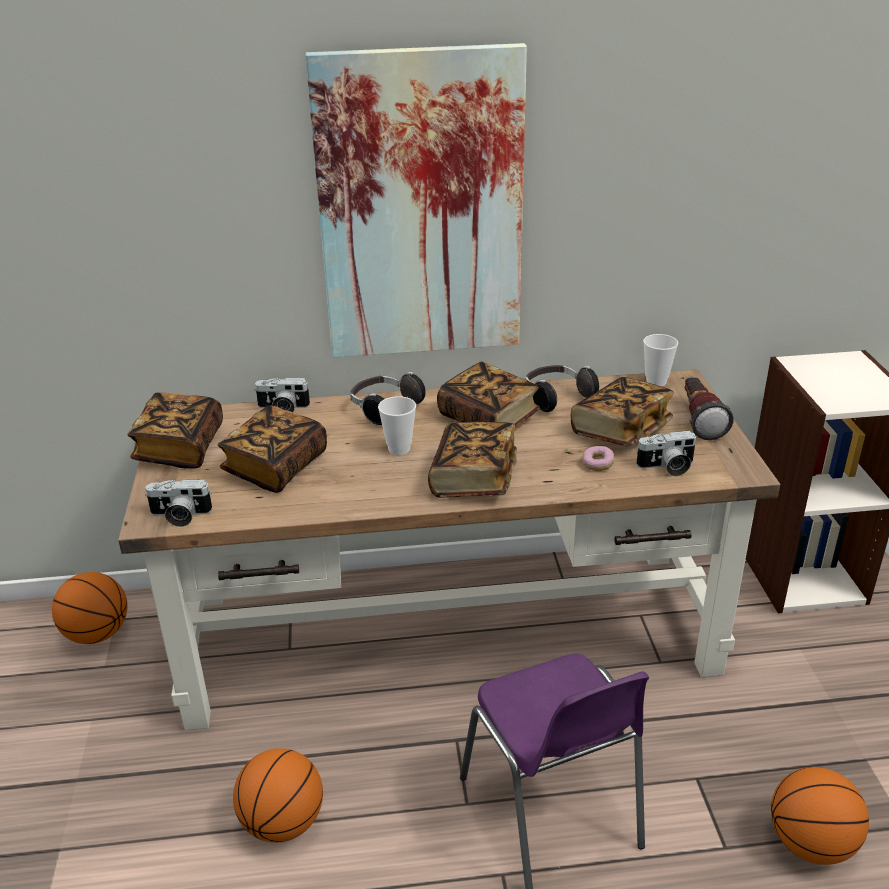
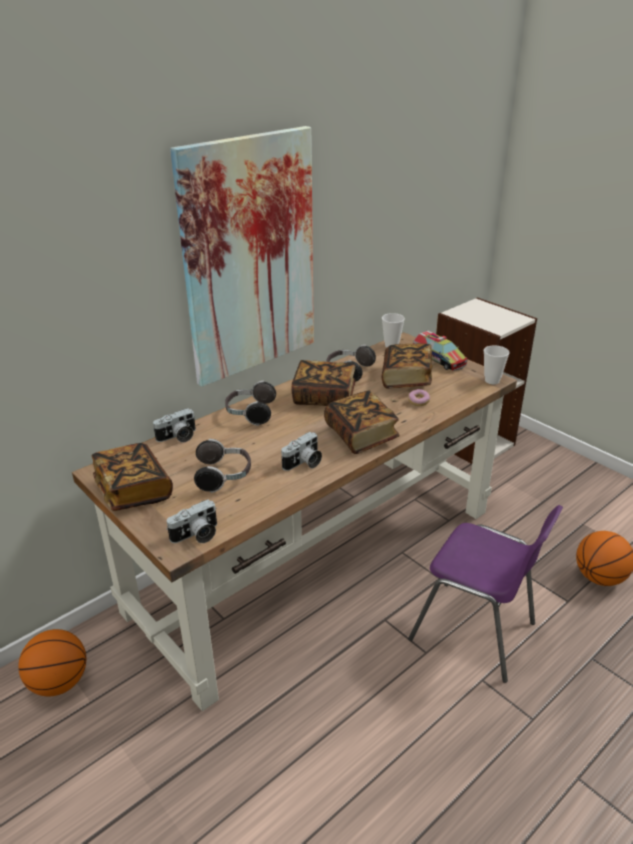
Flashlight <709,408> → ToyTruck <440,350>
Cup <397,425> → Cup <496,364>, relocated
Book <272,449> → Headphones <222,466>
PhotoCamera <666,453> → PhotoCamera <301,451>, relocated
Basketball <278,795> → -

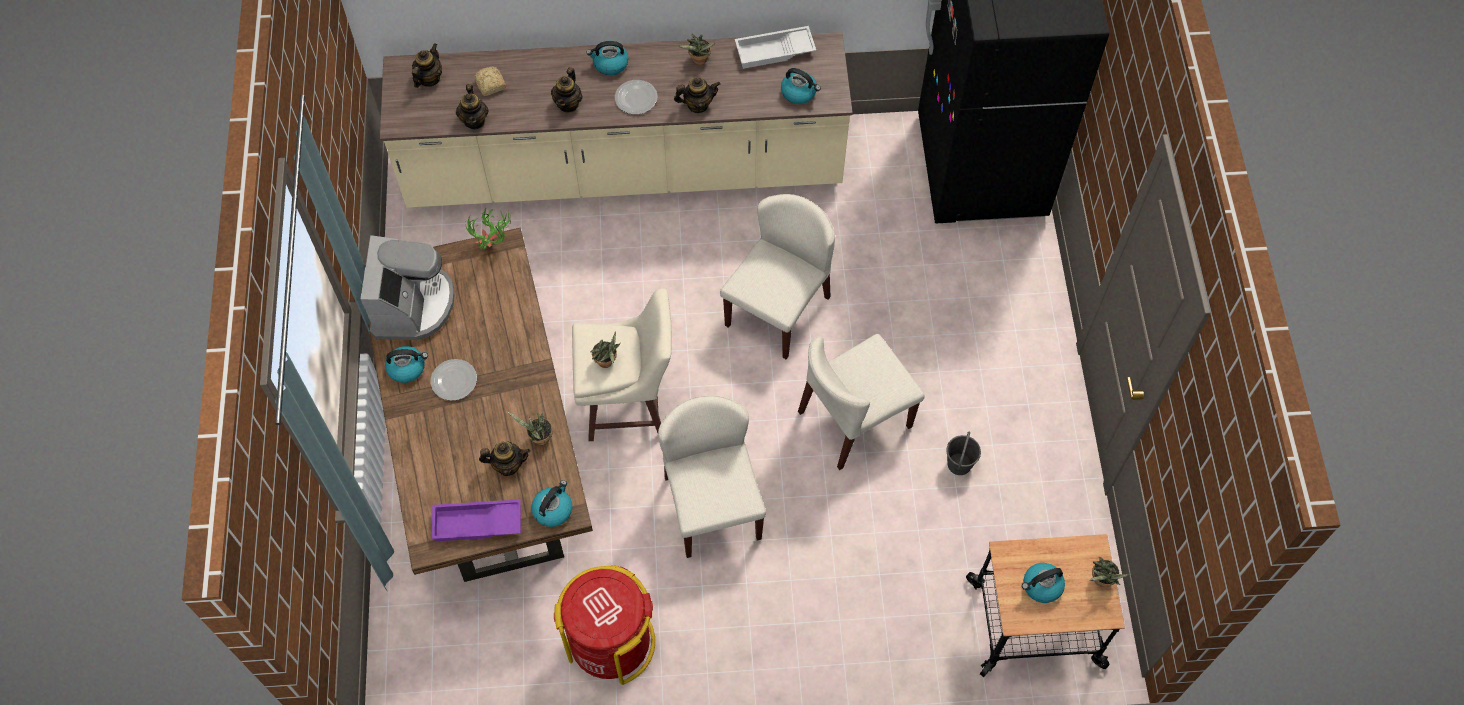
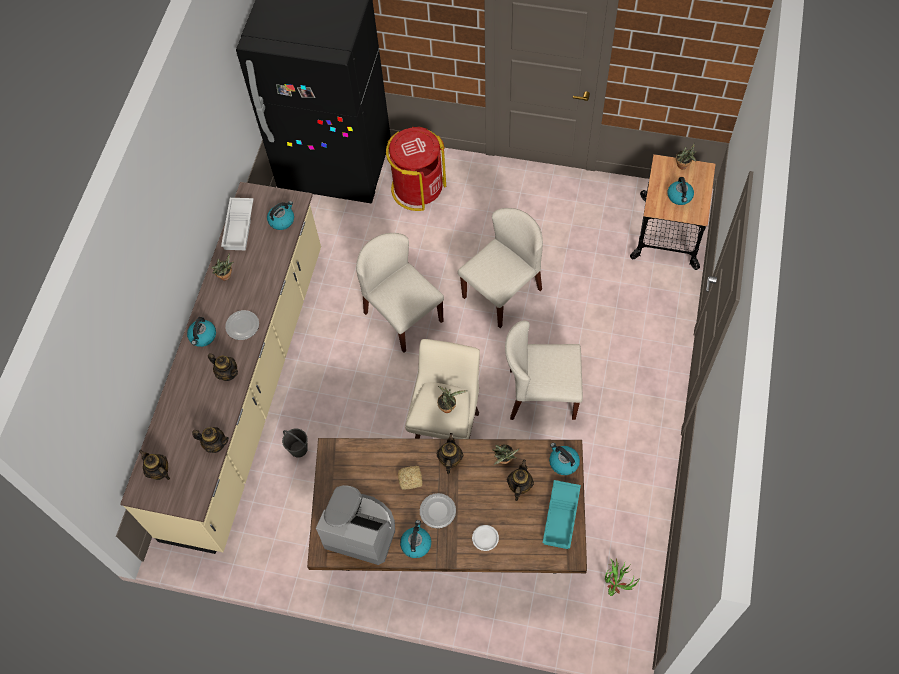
Bread <490,81> → Bread <410,478>, relocated
Teapot <697,95> → Teapot <450,453>, relocated
PottedPlant <488,229> → PottedPlant <622,577>, relocated
BeigeChair <861,402> → BeigeChair <500,268>, 120 degrees counterclockwise
GreyBucket <963,453> → GreyBucket <295,443>, relocated
PurpleTray <476,520> → TurquoiseTray <562,514>
RedTrashCan <604,625> → RedTrashCan <416,169>, relocated
- → WhitePlate <485,538>

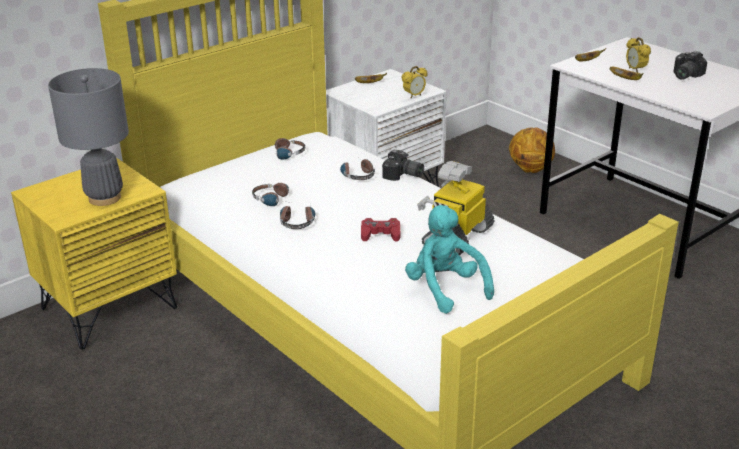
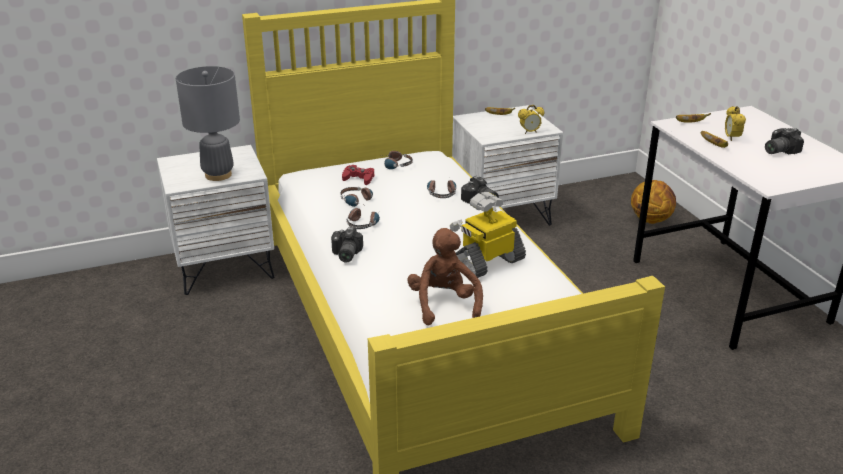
YellowNightstand <94,253> → WhiteNightstand <215,220>
TurquoisePlushToy <449,259> → BrownPlushToy <445,276>
RedGameController <380,230> → RedGameController <358,175>, relocated
- → PhotoCamera <347,245>

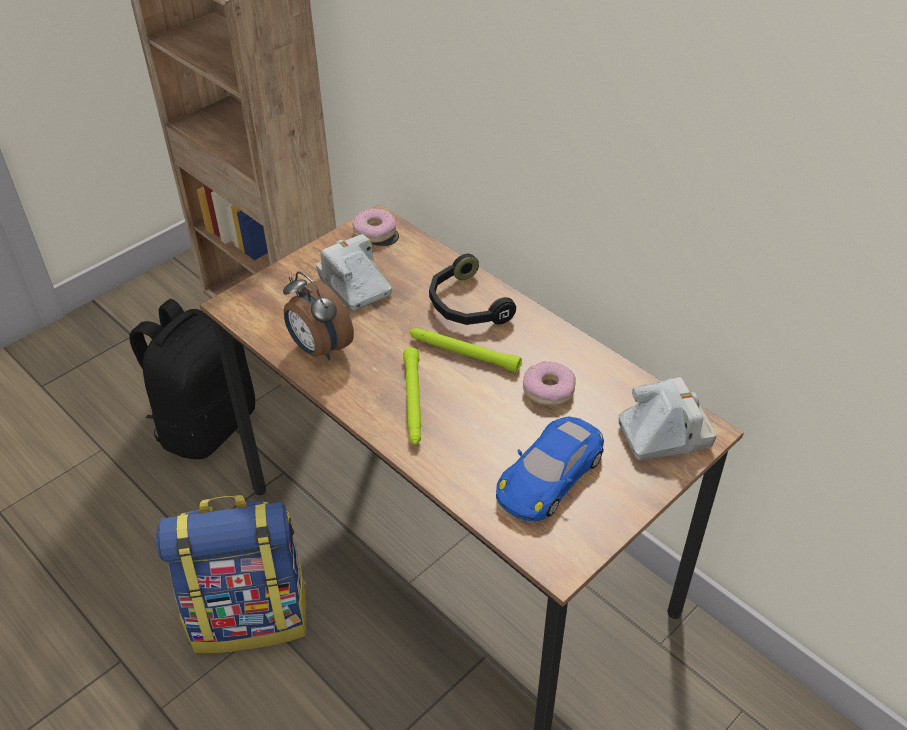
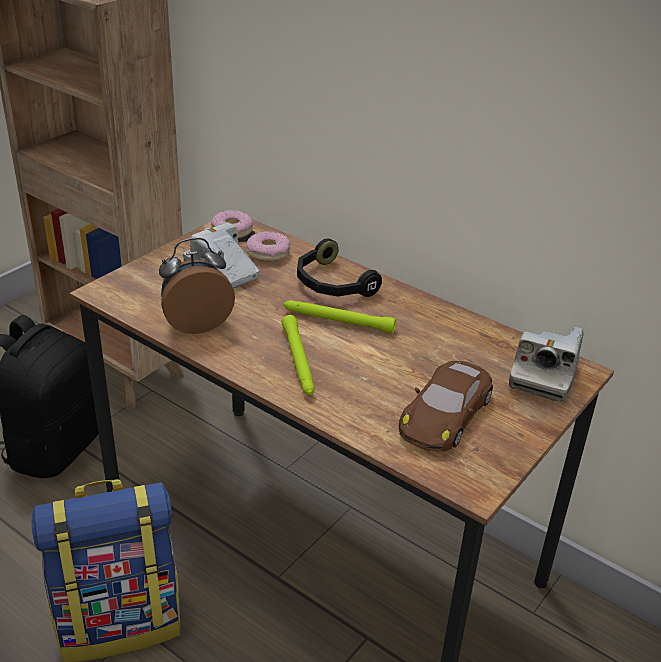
AlarmClock <318,316> → AlarmClock <197,286>, 120 degrees clockwise
Donut <549,383> → Donut <268,246>, relocated
PhotoCamera <668,419> → PhotoCamera <546,364>, 135 degrees clockwise
BlueToyCar <550,469> → BrownToyCar <446,406>

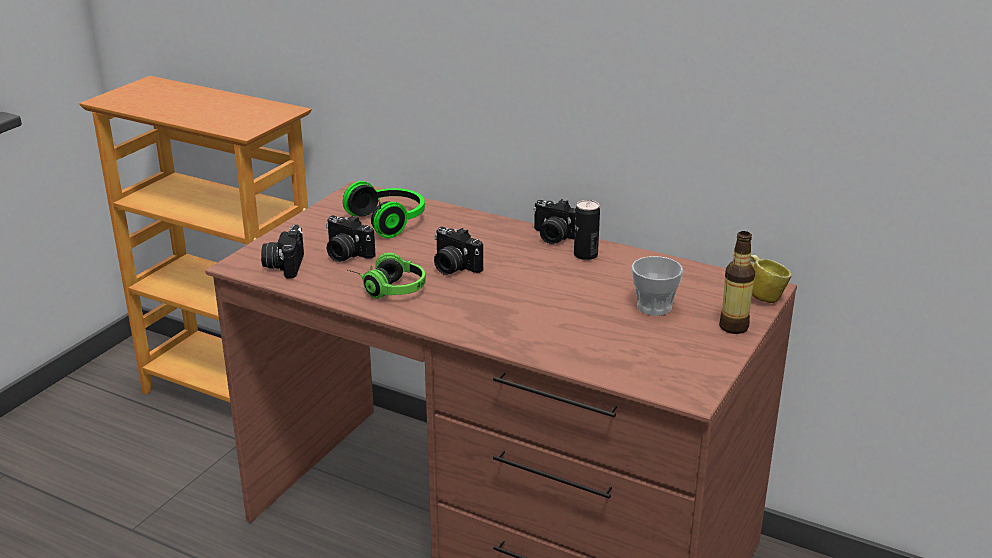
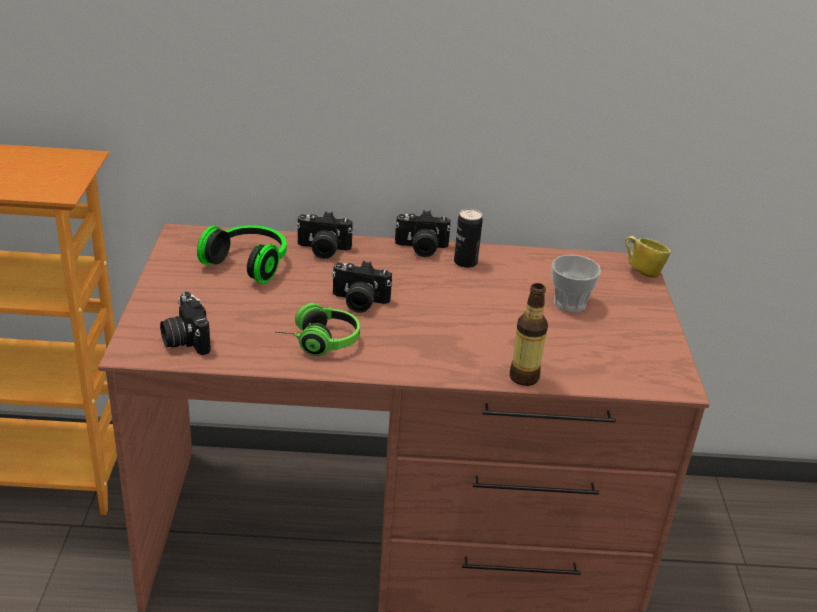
PhotoCamera <350,238> → PhotoCamera <324,235>, relocated
Bottle <737,282> → Bottle <528,334>, relocated

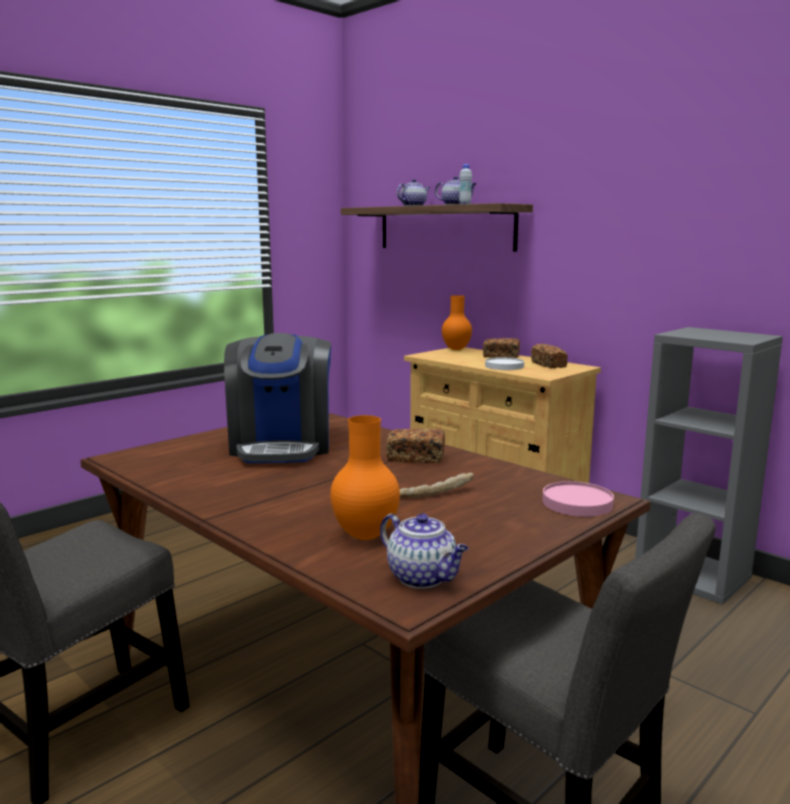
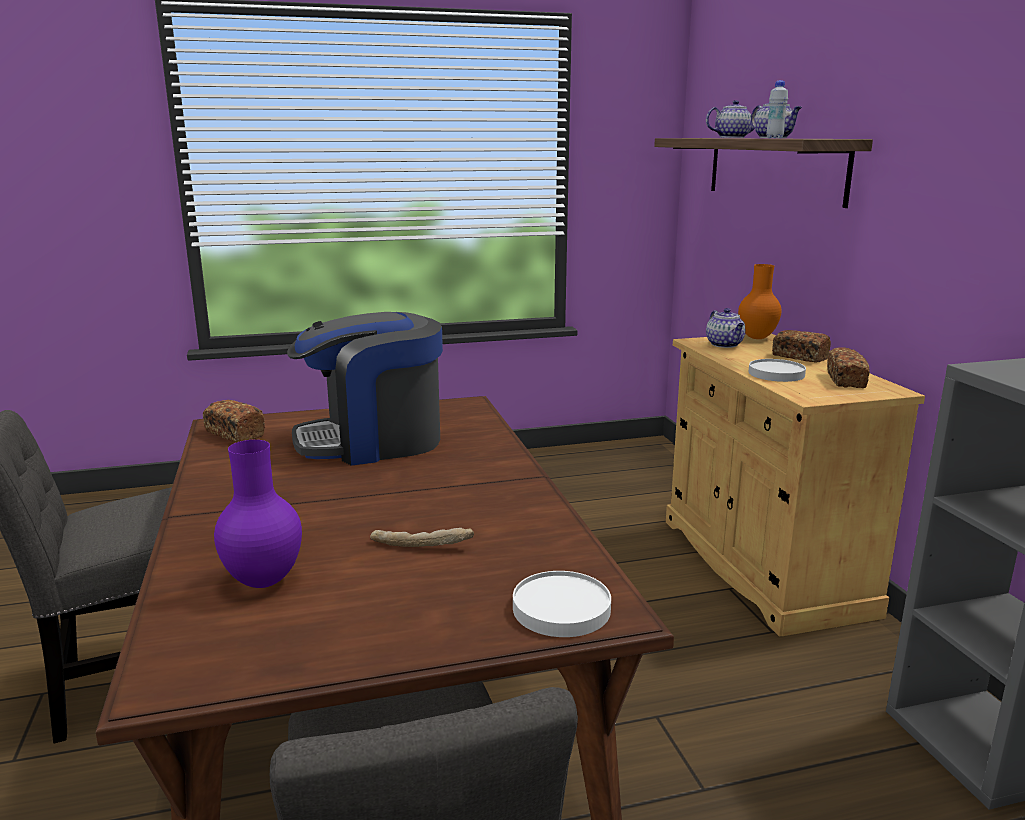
CoffeeMachine <277,398> → CoffeeMachine <365,389>, 45 degrees clockwise
OrangeVase <365,477> → PurpleVase <258,514>
Bread <415,446> → Bread <234,421>, relocated
PinkPlate <578,499> → WhitePlate <562,604>
Teapot <424,550> → Teapot <725,328>, relocated

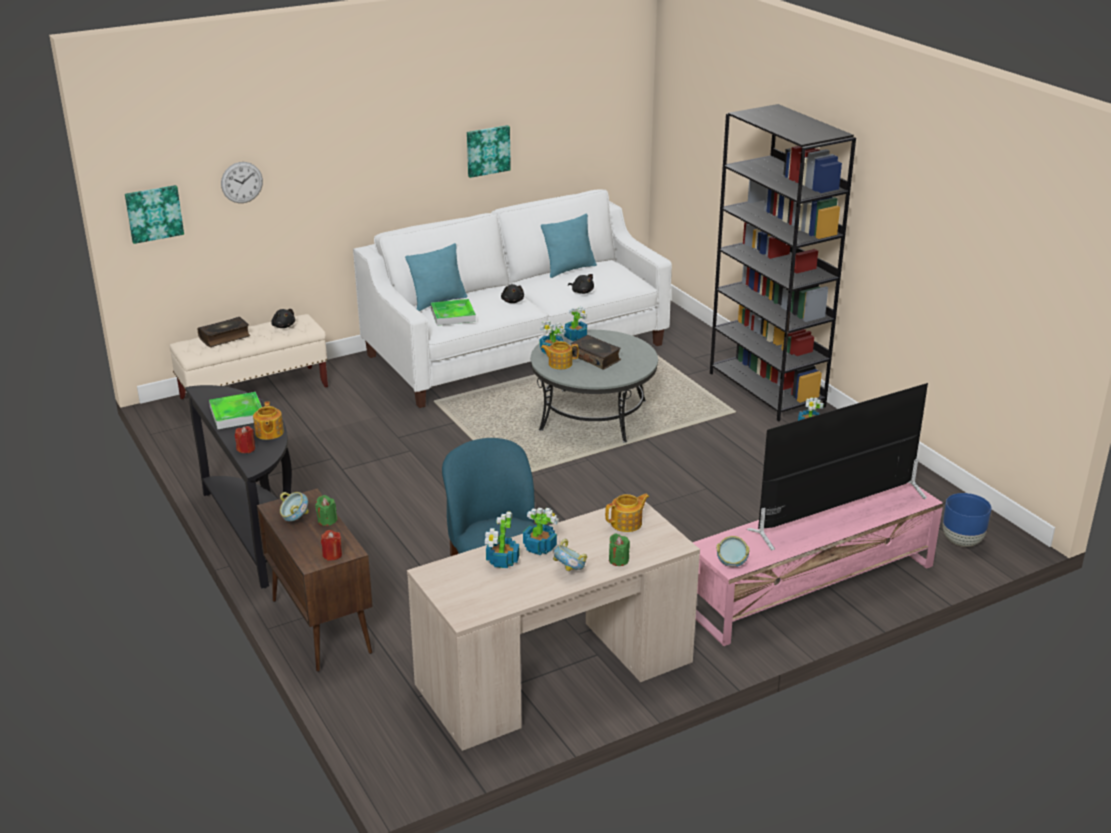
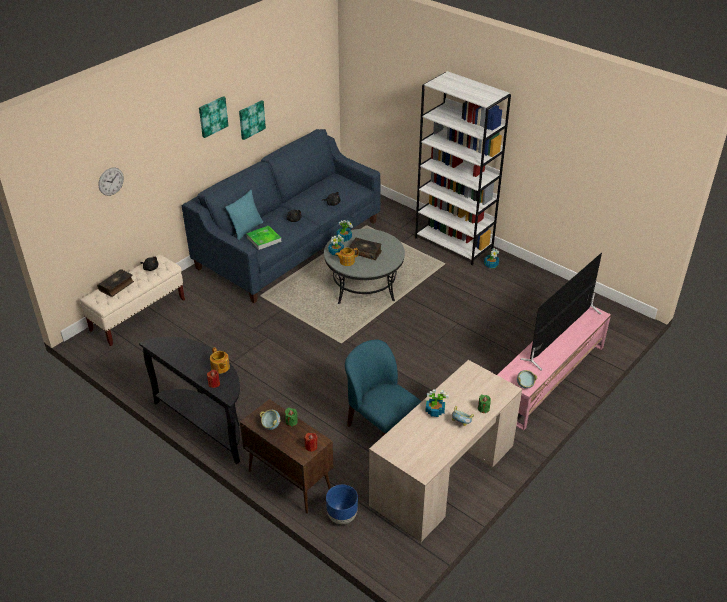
BlackBookcase <783,263> → WhiteBookcase <463,168>
Picture <154,214> → Picture <214,117>, relocated
WhiteSofa <512,298> → BlueSofa <281,216>
TurquoisePillow <569,246> → -
Tray <235,410> → -
BluePlanter <967,520> → BluePlanter <342,504>, relocated
Teapot <627,513> → -
PottedPlant <502,539> → -

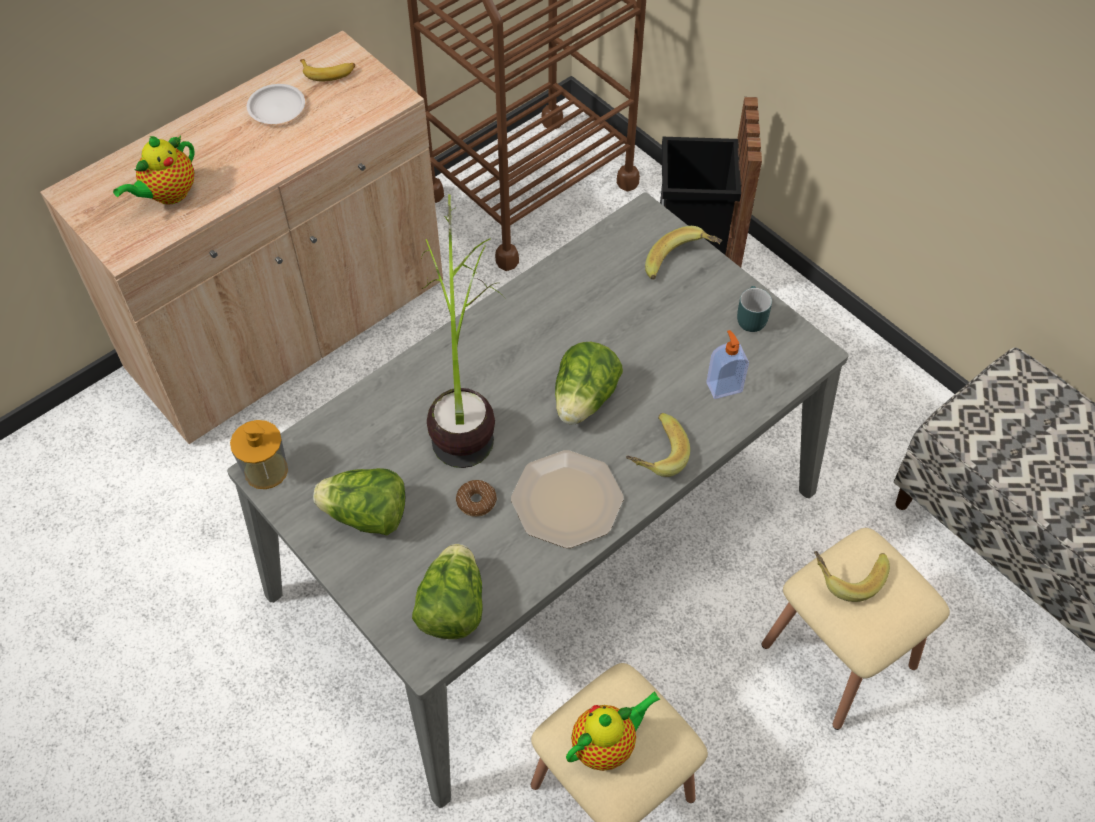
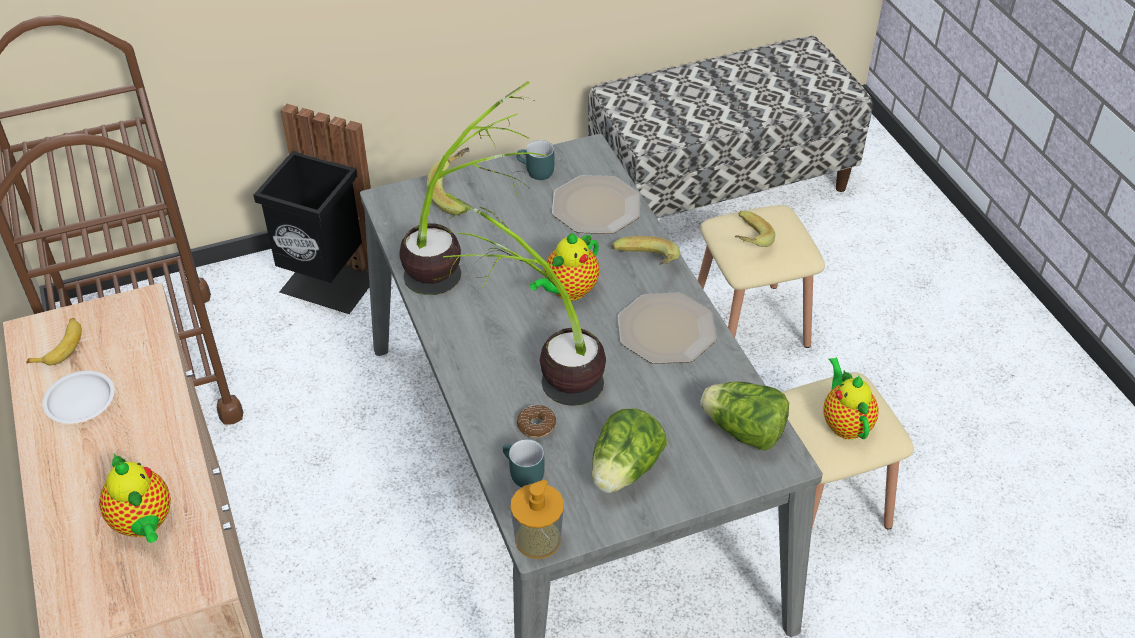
SoapDispenser <727,364> → Plate <596,204>
Lettuce <589,383> → Teapot <564,267>
Donut <476,498> → Donut <536,421>, relocated
- → PottedPlant <473,188>
- → TurquoiseMug <524,463>

